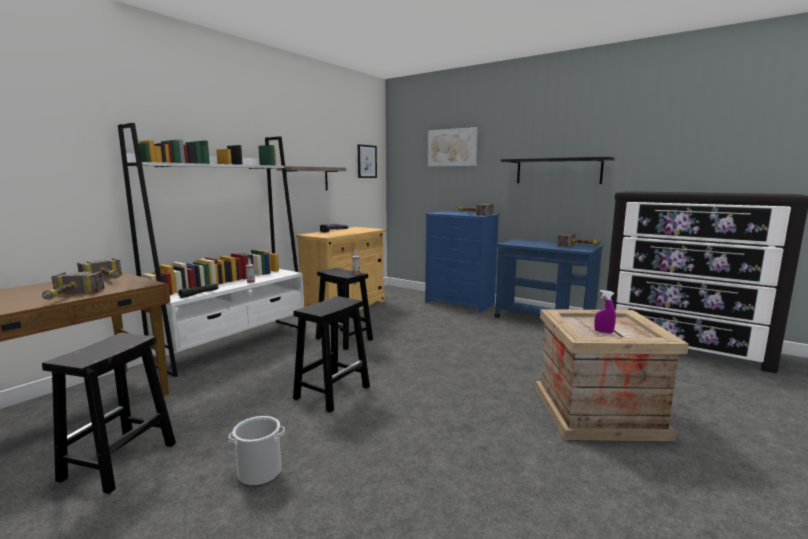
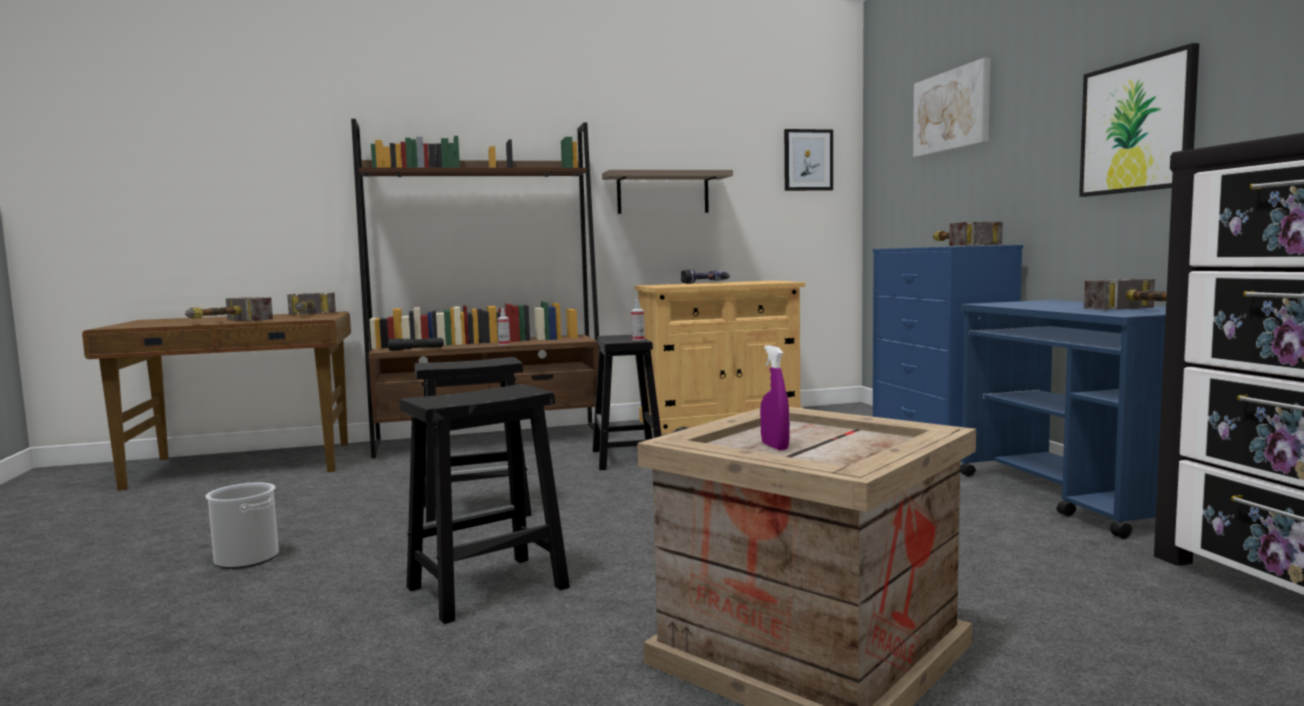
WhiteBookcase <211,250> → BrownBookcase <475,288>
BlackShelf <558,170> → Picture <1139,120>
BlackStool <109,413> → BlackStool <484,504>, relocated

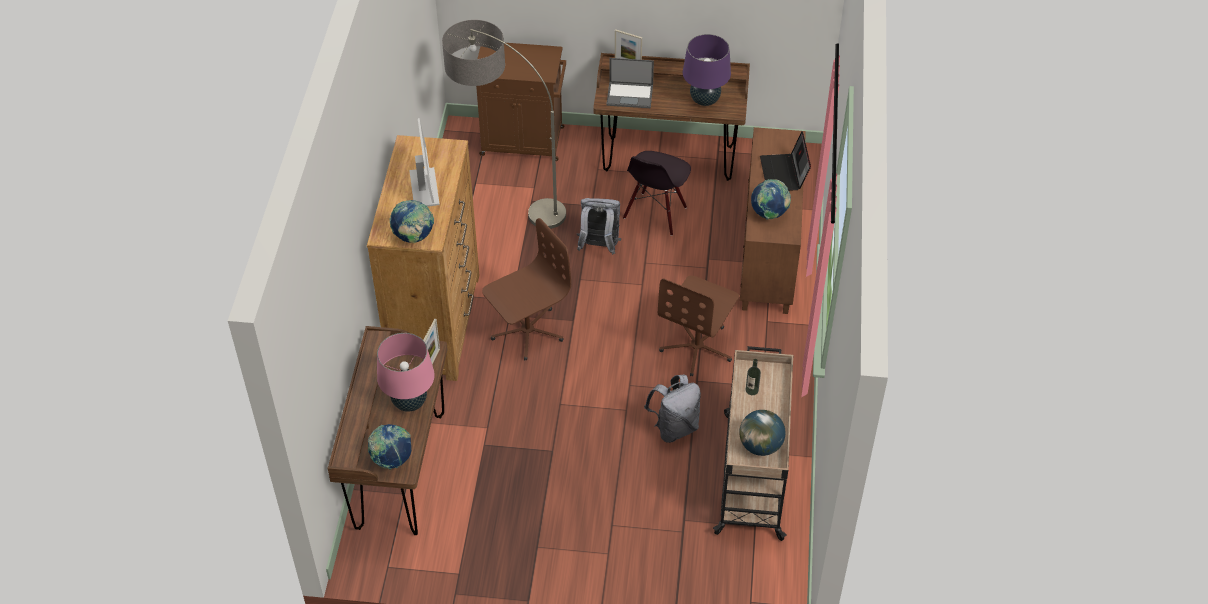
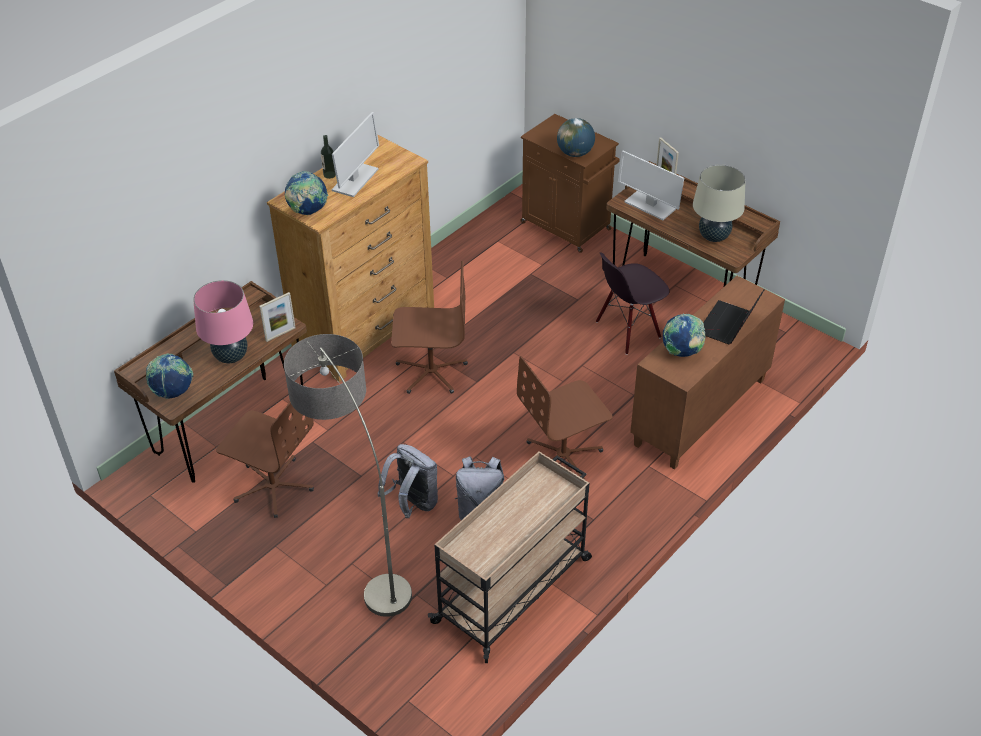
FloorLamp <504,124> → FloorLamp <348,475>, relocated
PurpleTableLamp <707,70> → BeigeTableLamp <719,203>
Laptop <630,83> → Monitor <651,185>
GreyBackpack <599,226> → GreyBackpack <407,481>, relocated
Bottle <753,377> → Bottle <328,157>, relocated
Globe <762,433> → Globe <576,137>, relocated
- → BrownOfficeChair <265,451>

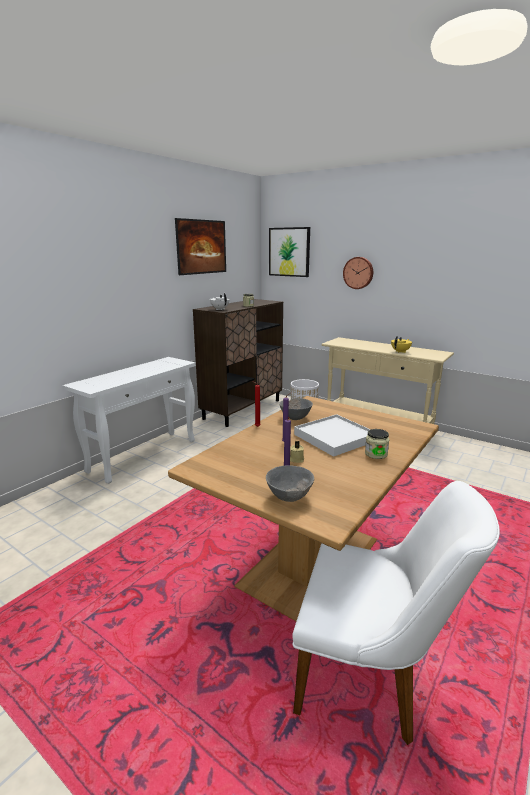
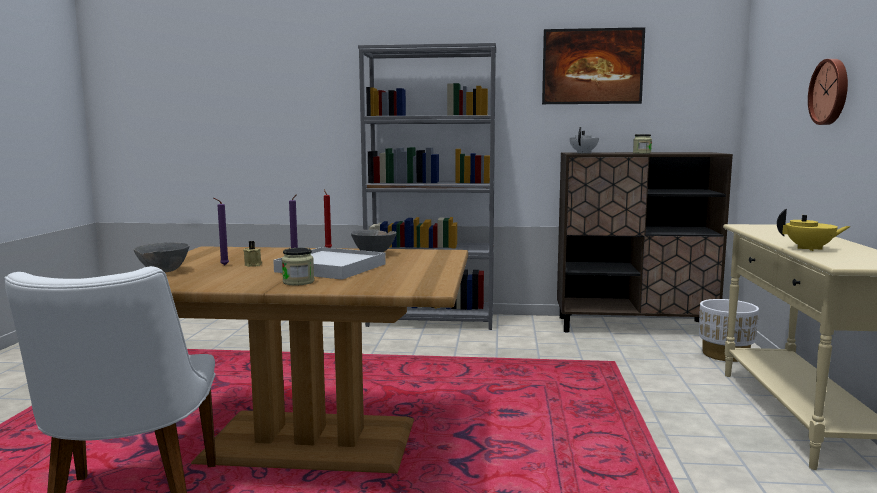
Picture <289,252> → -
WhiteConsoleTable <129,420> → GreyBookcase <427,186>

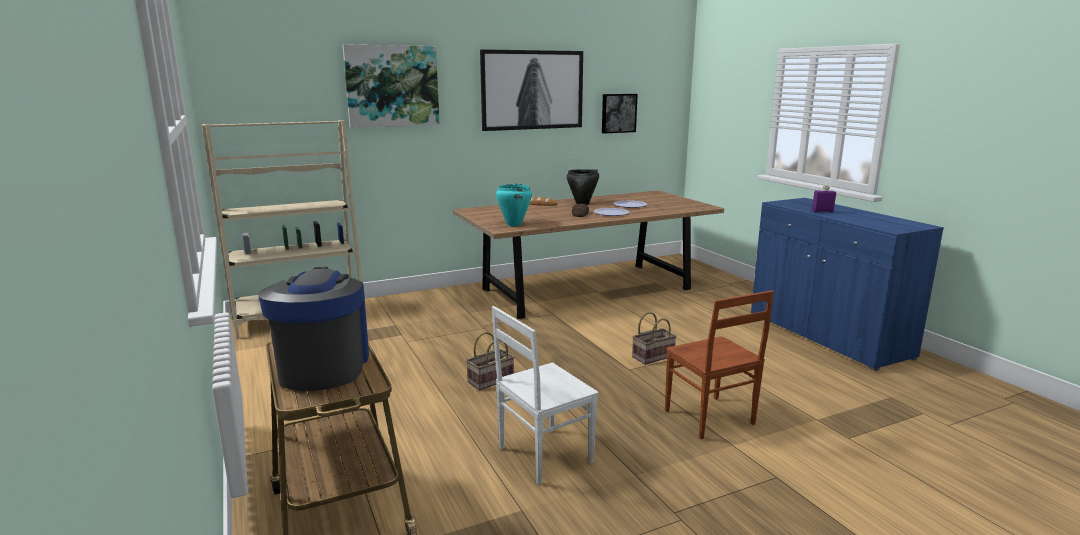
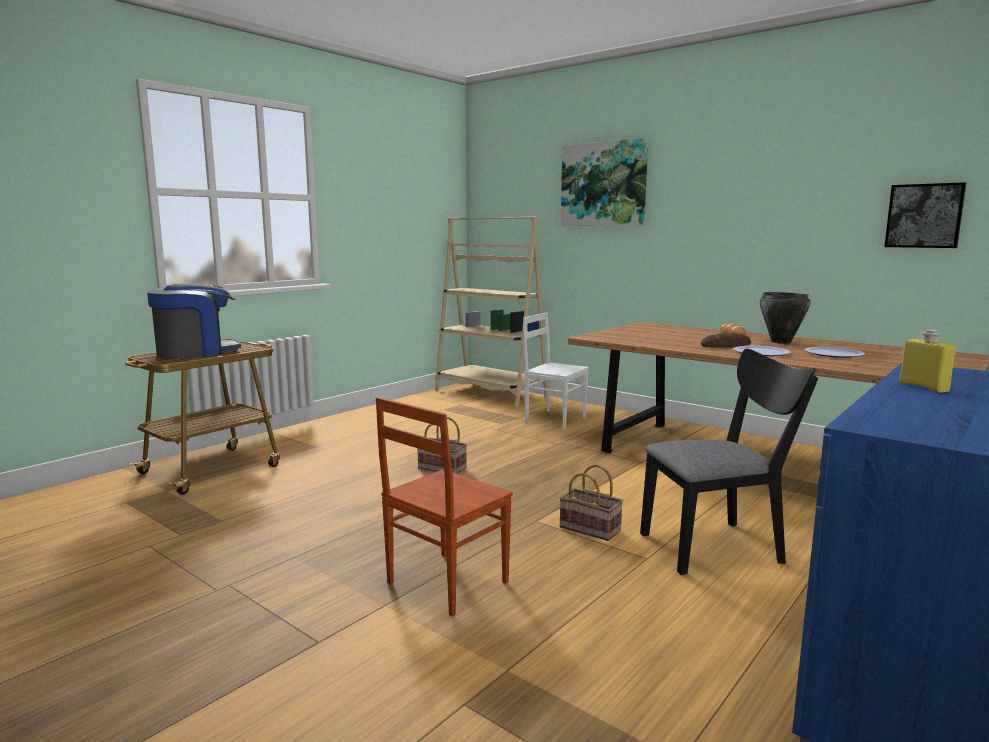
Picture <531,90> → -
TurquoiseCookingPot <514,205> → -
PurpleBottle <824,198> → YellowBottle <927,361>
WhiteChair <545,395> → WhiteChair <556,370>, relocated
- → BlackChair <729,462>

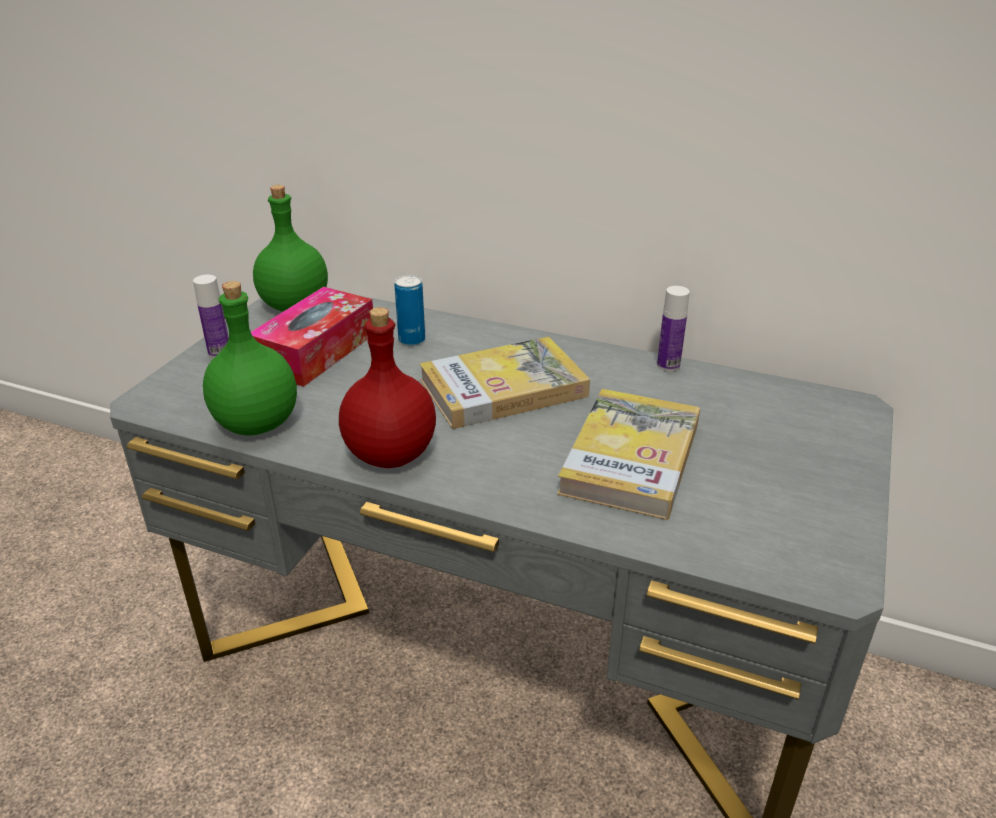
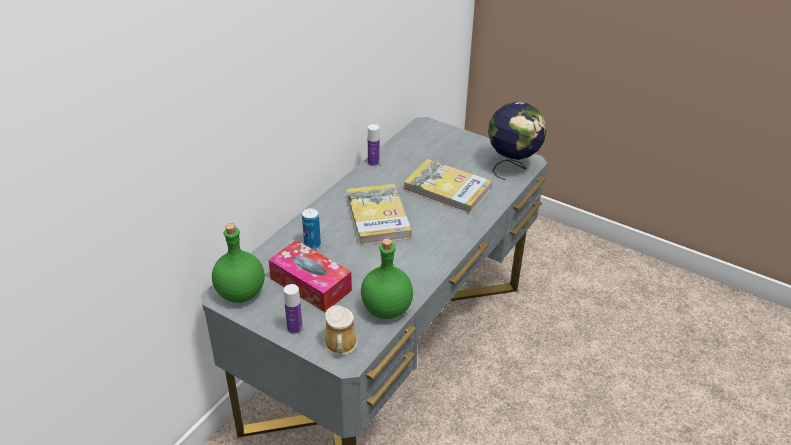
RedBottle <387,387> → -
- → Globe <517,141>
- → Mug <340,331>

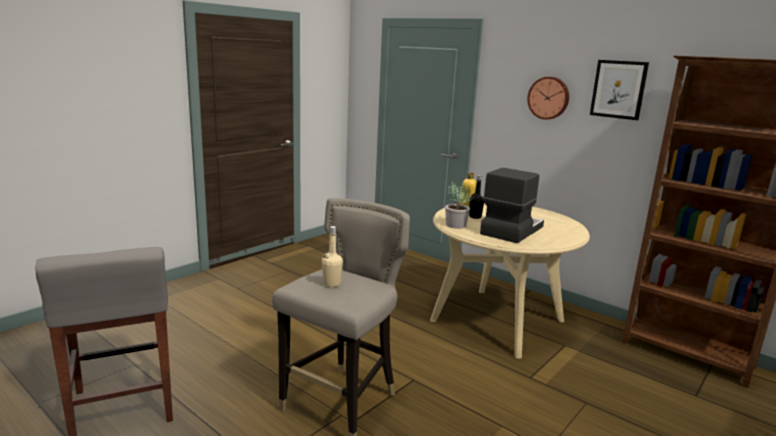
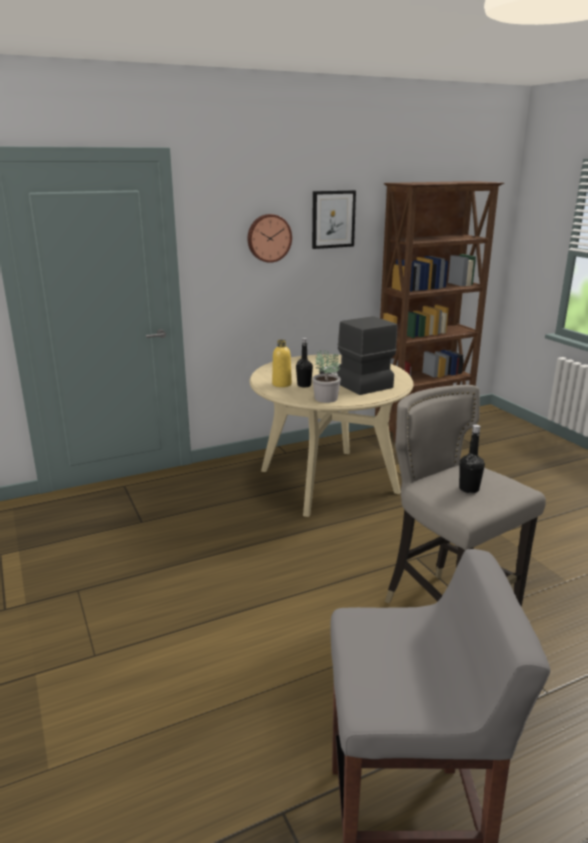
BeigeBottle <332,256> → BlackBottle <472,458>

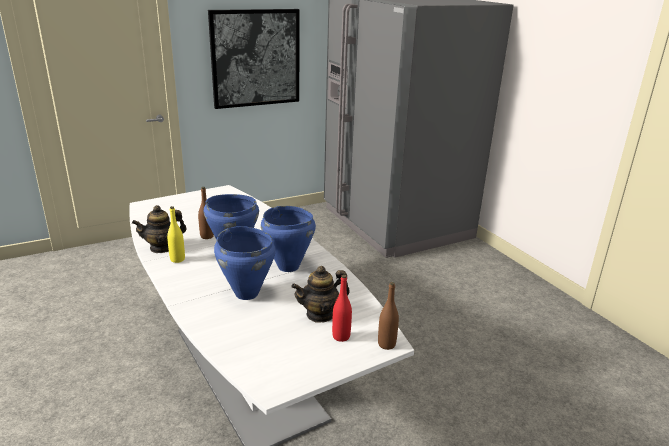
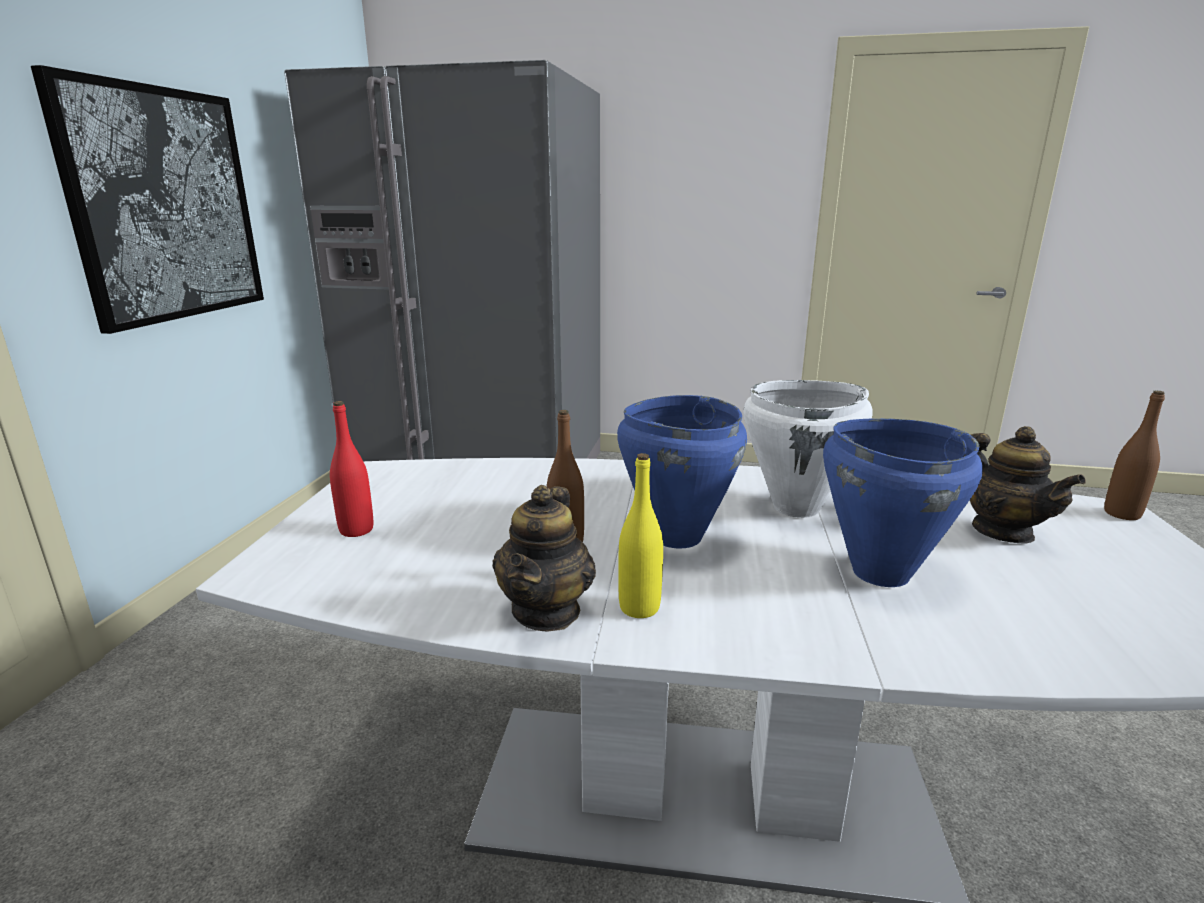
BlueCookingPot <288,239> → WhiteCookingPot <808,449>
Teapot <320,294> → Teapot <1028,484>, 45 degrees counterclockwise
RedBottle <342,308> → RedBottle <351,469>, relocated

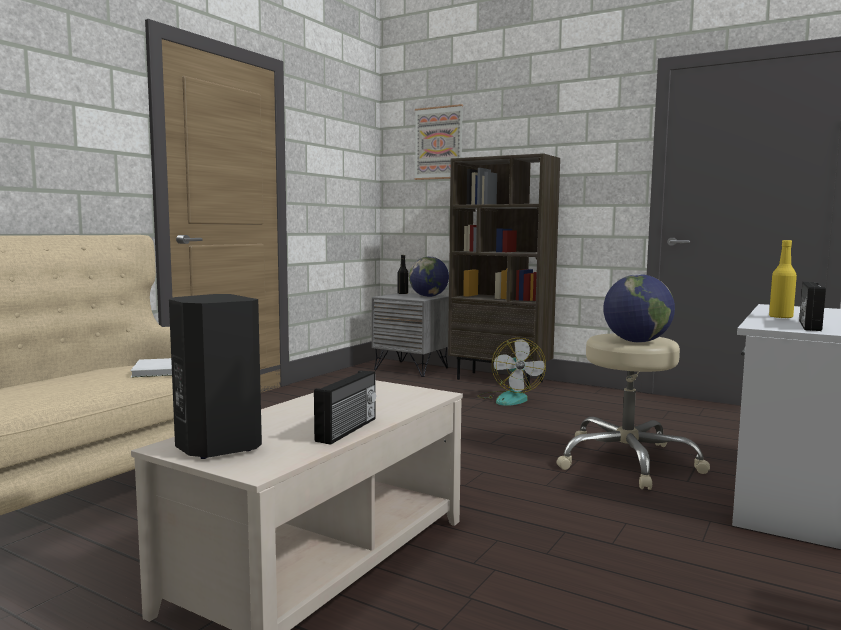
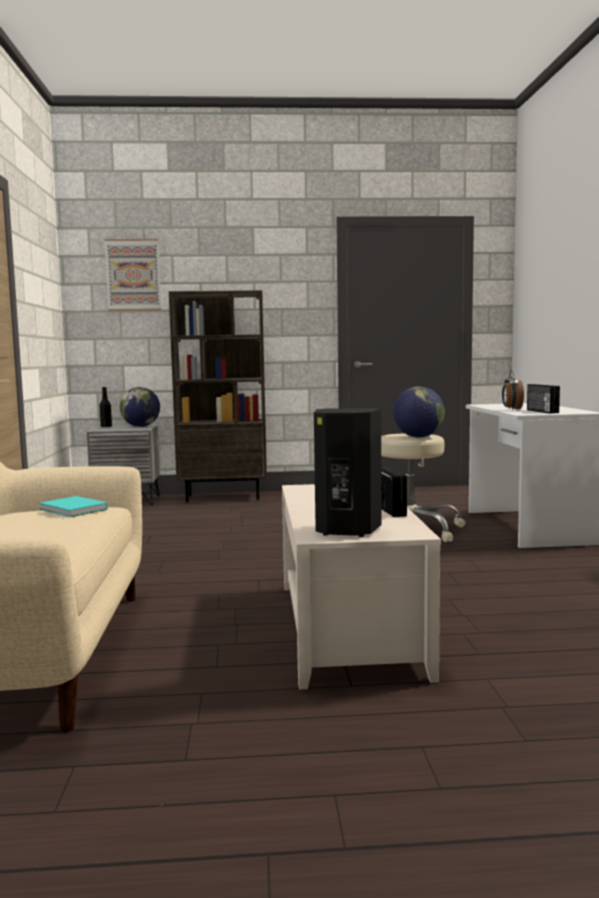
YellowBottle <783,279> → AlarmClock <513,390>
Fan <511,372> → -
WhiteBook <151,367> → TurquoiseBook <73,506>

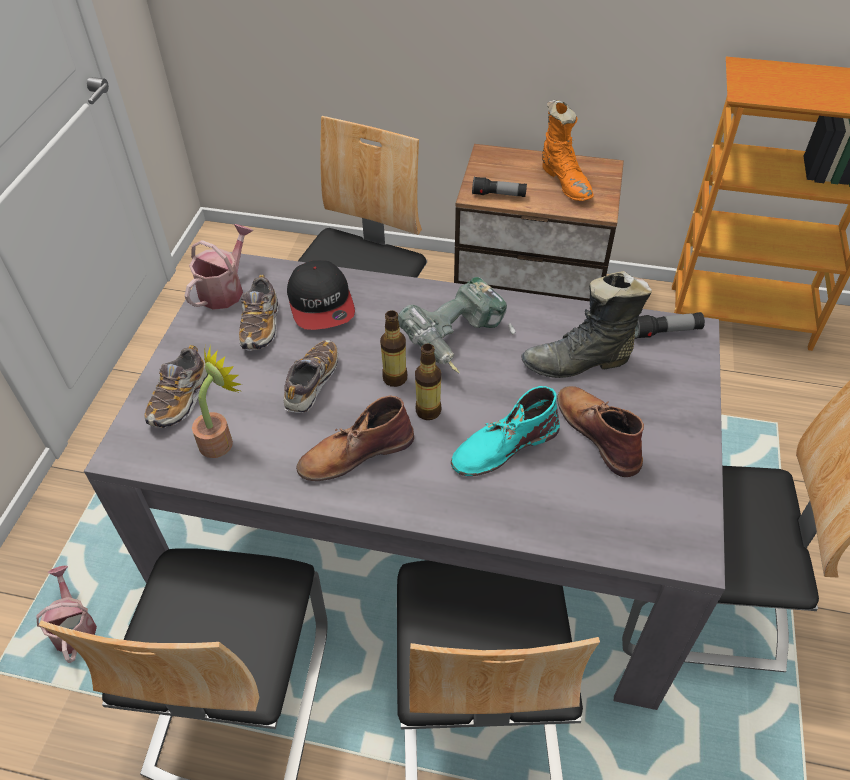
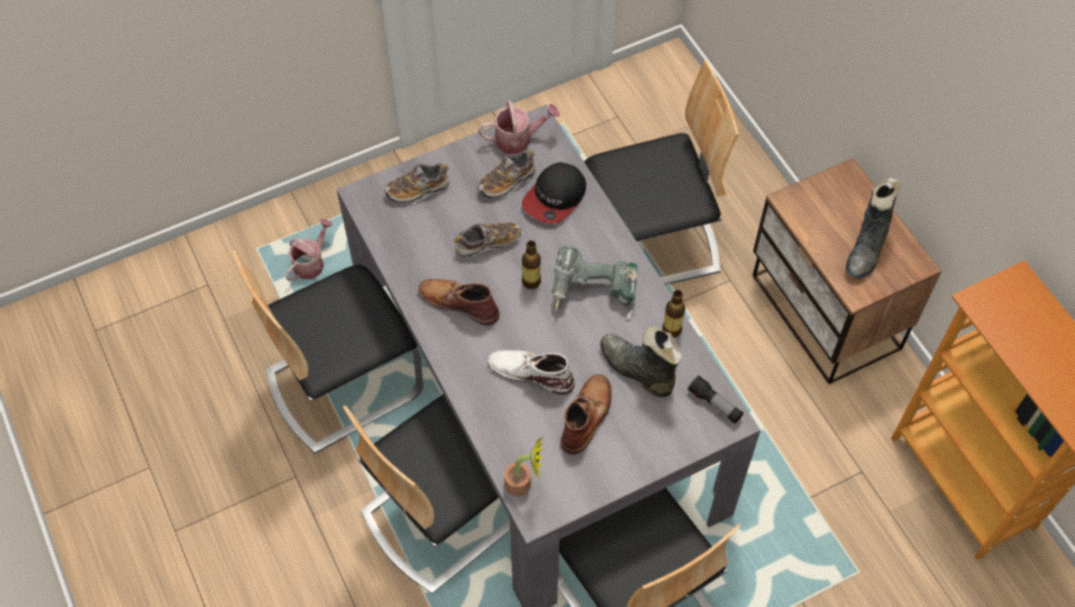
OrangeBoot <568,150> → BlackBoot <872,228>
Flashlight <499,186> → -
Bottle <428,382> → Bottle <673,313>, relocated
PottedPlant <216,401> → PottedPlant <524,466>, relocated
TurquoiseBoot <505,431> → WhiteBoot <531,372>

